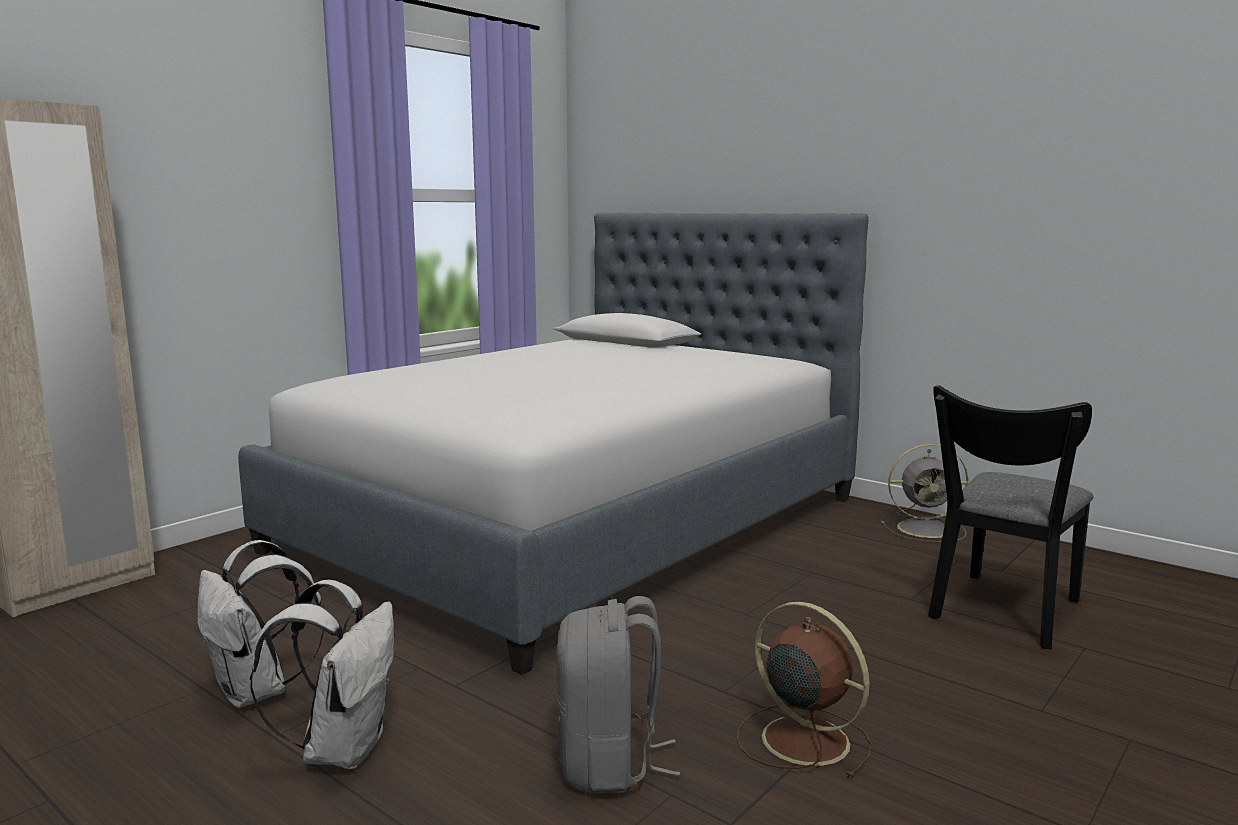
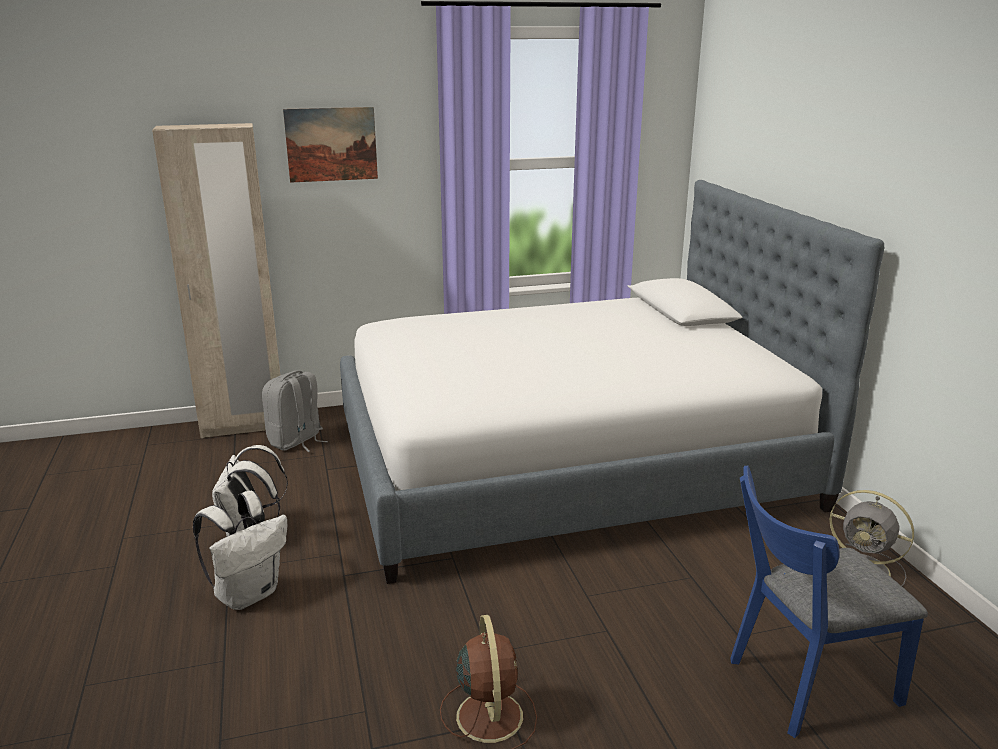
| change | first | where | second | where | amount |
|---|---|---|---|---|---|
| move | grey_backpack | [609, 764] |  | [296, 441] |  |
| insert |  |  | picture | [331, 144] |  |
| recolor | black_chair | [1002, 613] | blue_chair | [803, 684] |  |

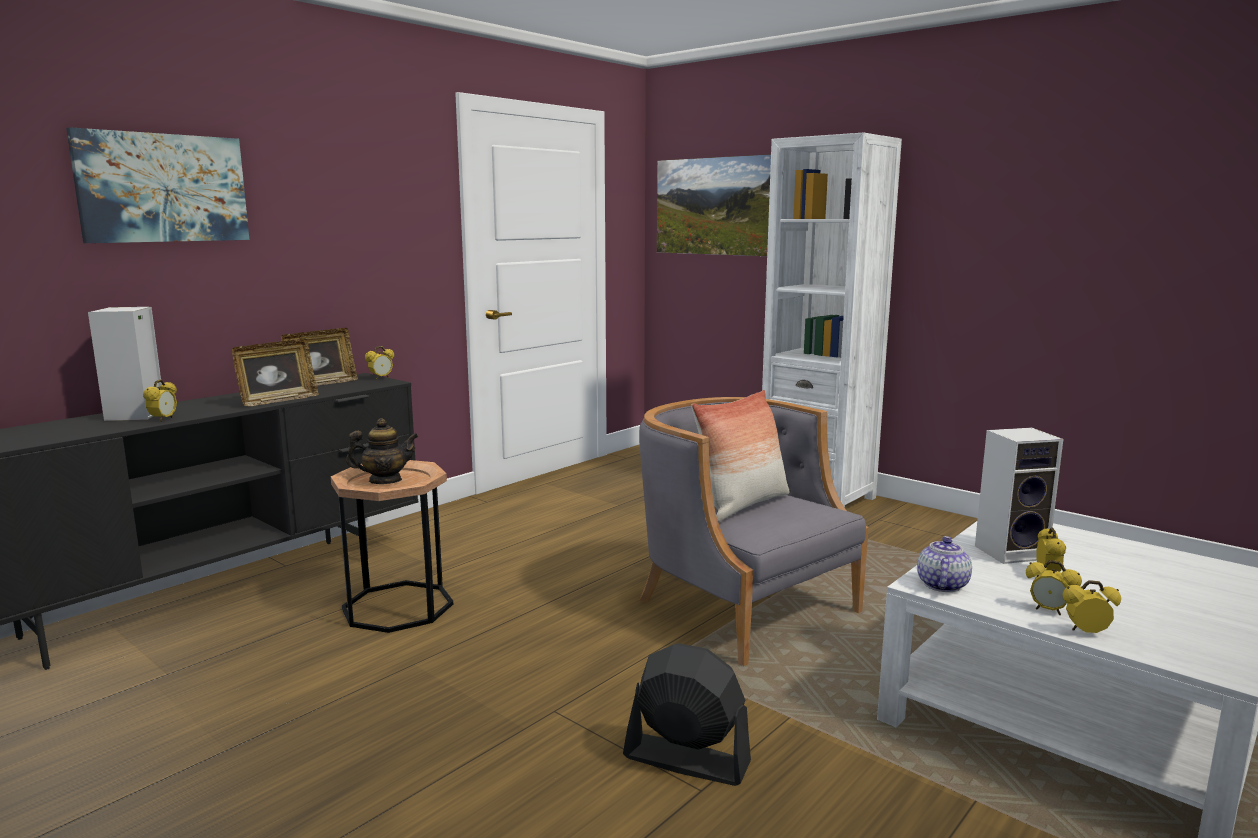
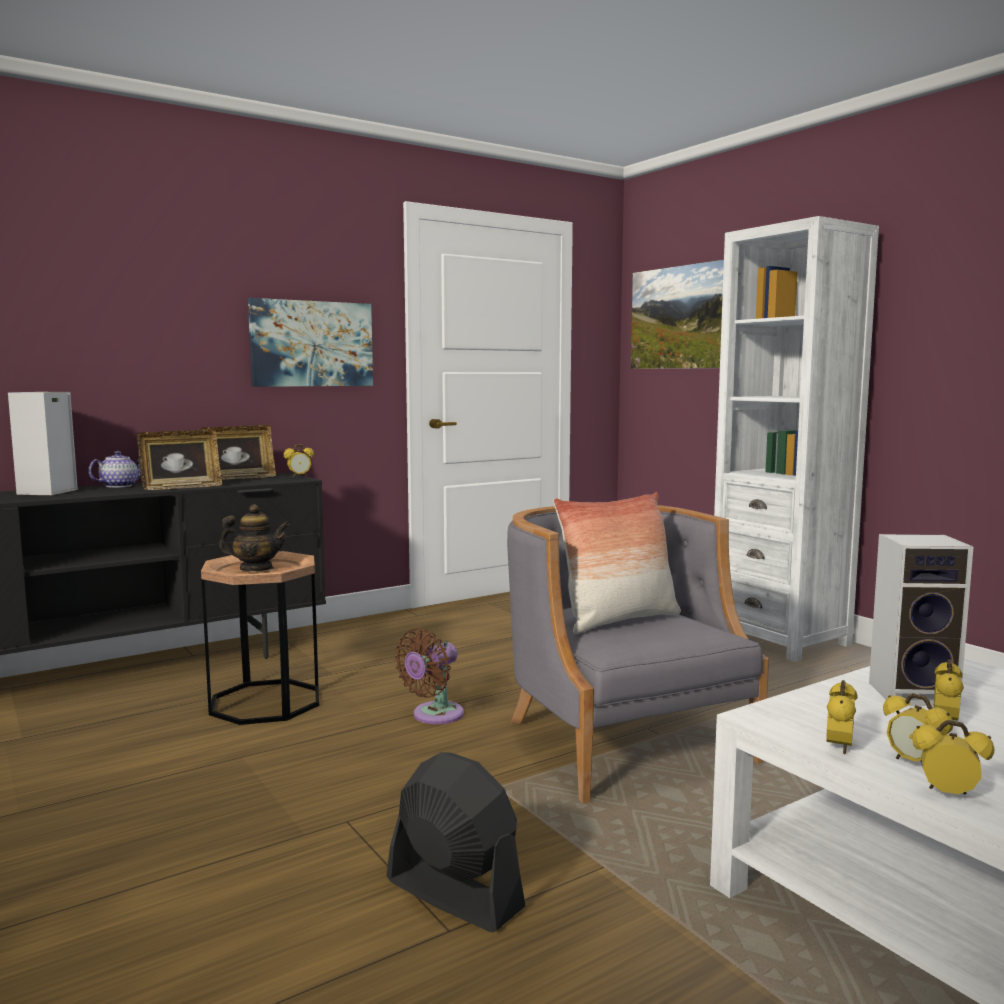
| change | first | where | second | where | amount |
|---|---|---|---|---|---|
| move | teapot | [941, 585] |  | [119, 486] |  |
| move | picture | [163, 188] |  | [311, 344] |  |
| insert |  |  | brown_fan | [434, 716] |  |
| move | alarm_clock | [163, 419] |  | [839, 747] |  |

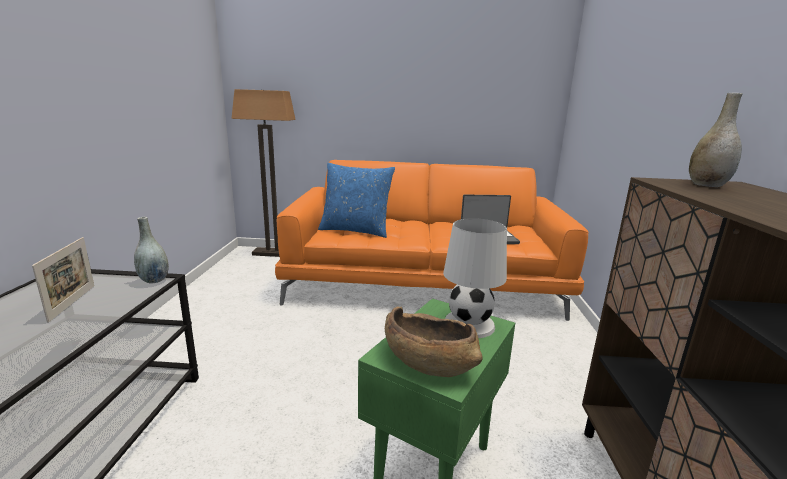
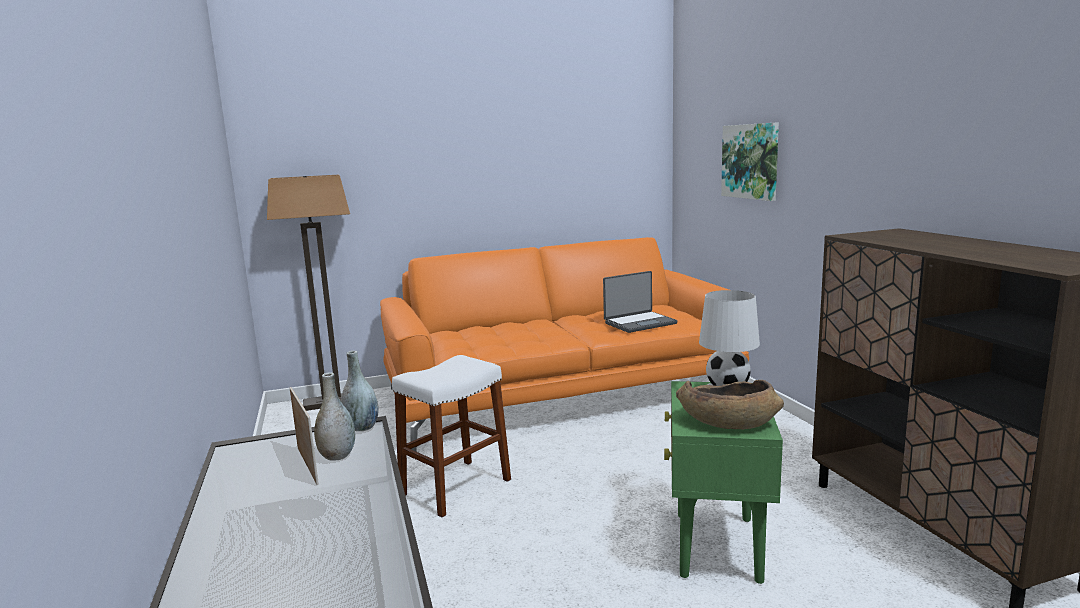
| change | first | where | second | where | amount |
|---|---|---|---|---|---|
| move | grey_vase | [707, 185] |  | [337, 456] |  |
| insert |  |  | white_stool | [456, 487] |  |
| insert |  |  | picture | [751, 161] |  |
| delete | blue_pillow | [355, 230] |  |  |  |

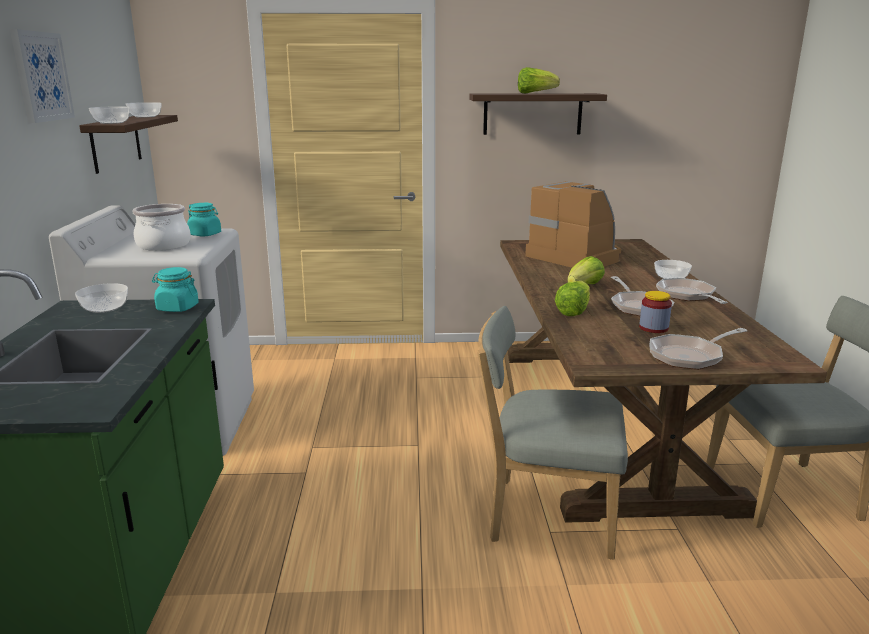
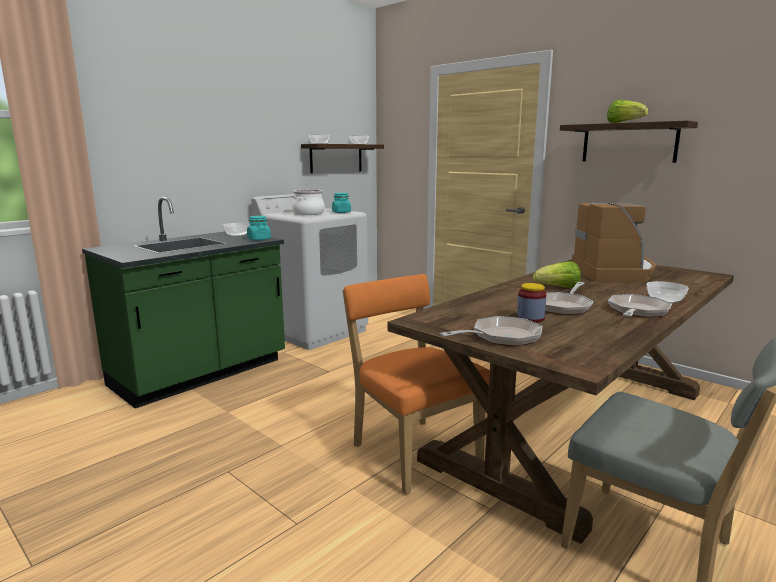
| change | first | where | second | where | amount |
|---|---|---|---|---|---|
| recolor | grey_chair | [545, 515] | orange_chair | [412, 451] |  |
| rotate | frying_pan | [689, 356] |  | [501, 337] | 135 degrees clockwise |
| delete | picture | [41, 76] |  |  |  |
| delete | lettuce | [573, 311] |  |  |  |

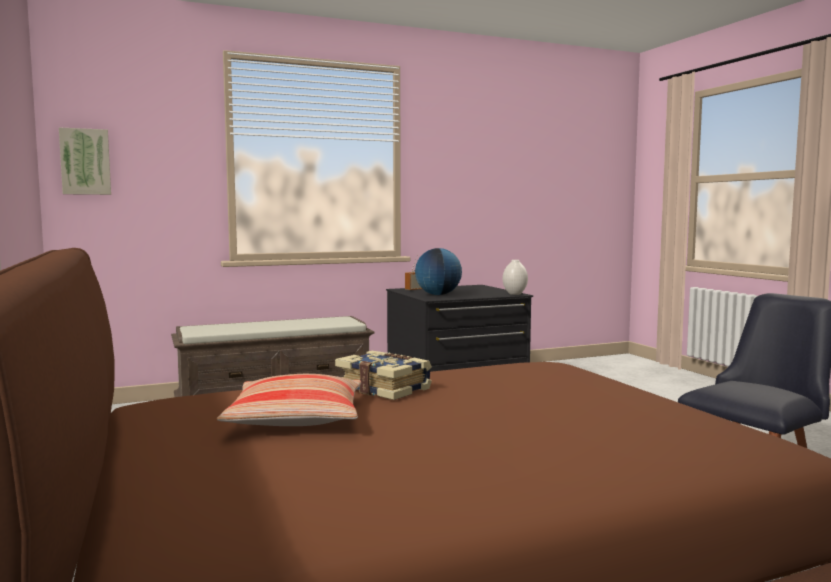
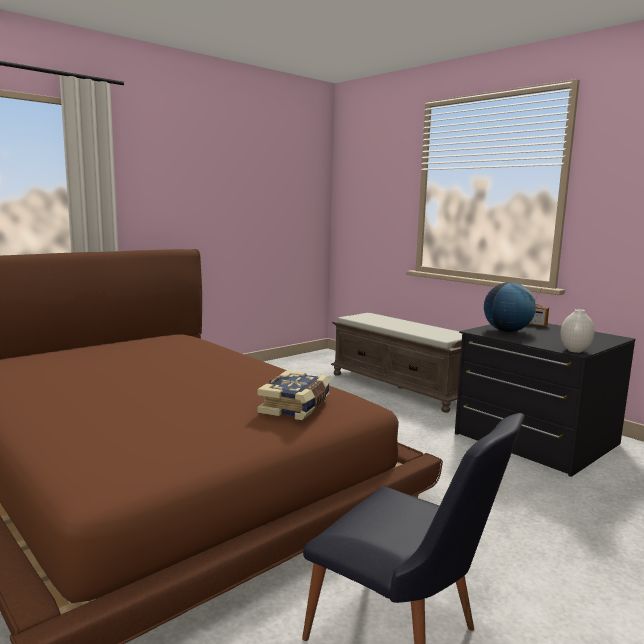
| change | first | where | second | where | amount |
|---|---|---|---|---|---|
| move | book | [384, 388] |  | [296, 407] |  |
| delete | picture | [85, 162] |  |  |  |
| delete | pillow | [296, 418] |  |  |  |

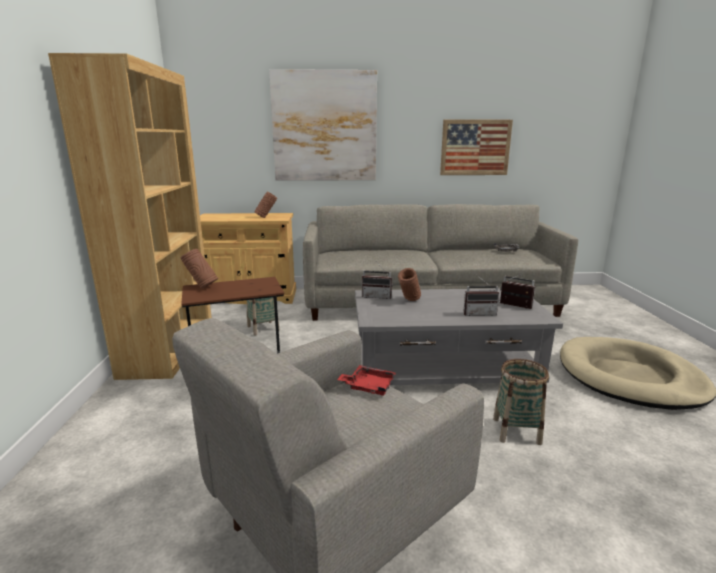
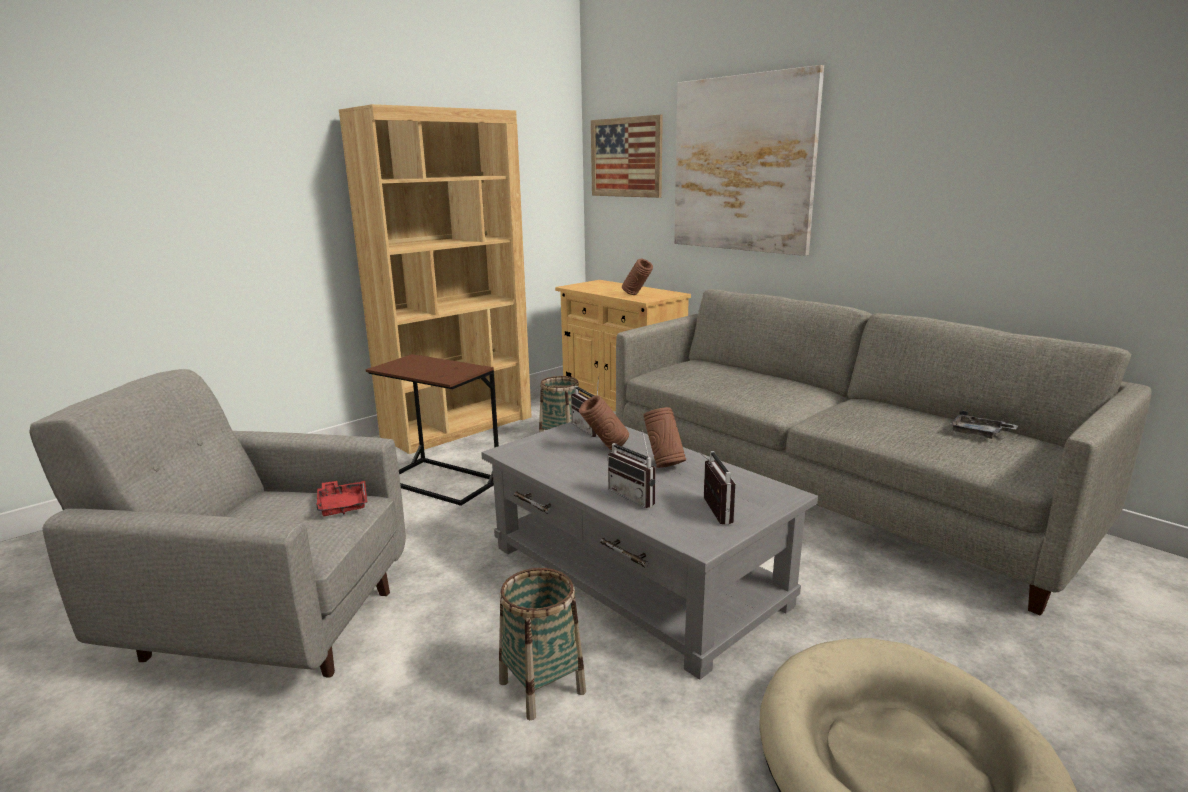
| change | first | where | second | where | amount |
|---|---|---|---|---|---|
| move | picture | [475, 147] |  | [626, 157] |  |
| move | brown_vase | [201, 287] |  | [663, 465] |  |

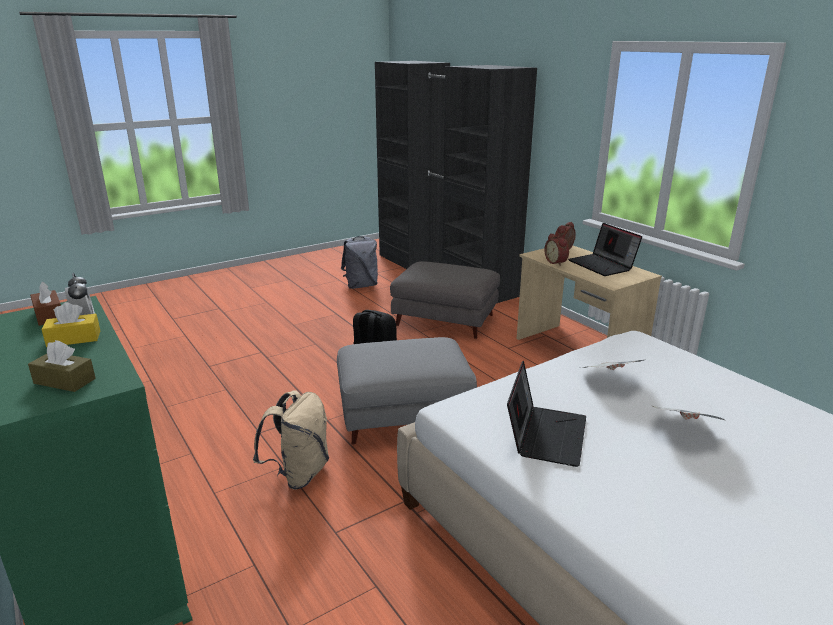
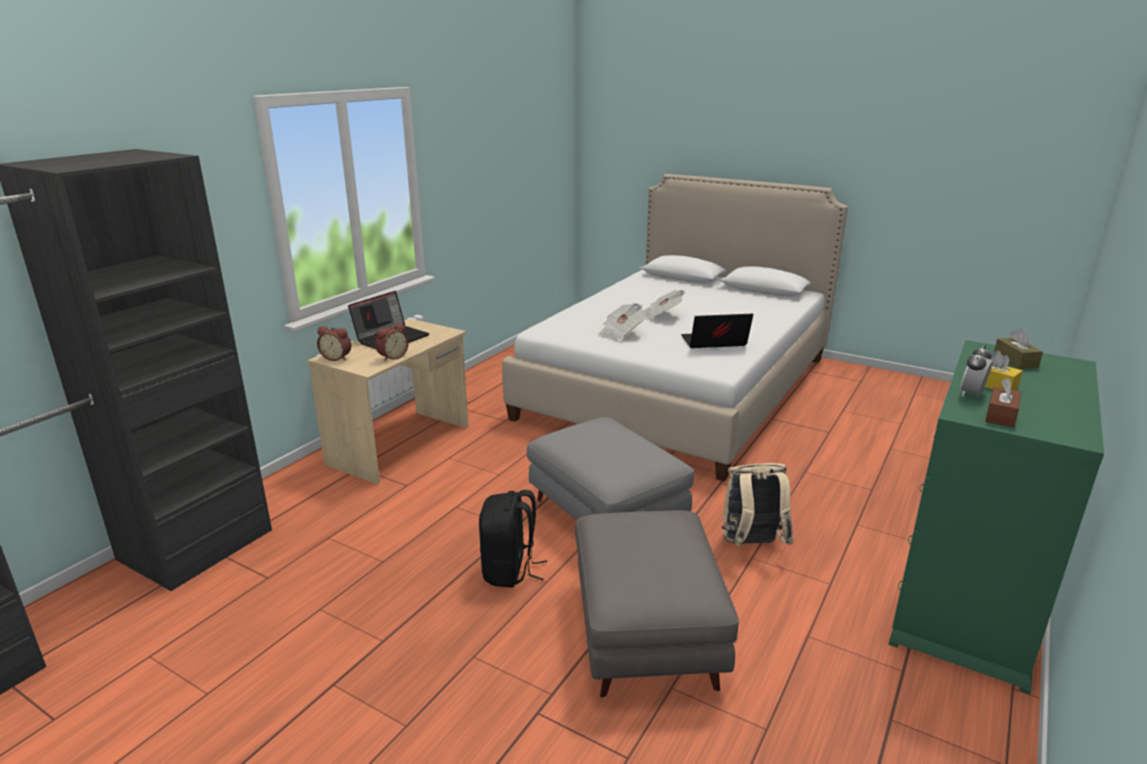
| change | first | where | second | where | amount |
|---|---|---|---|---|---|
| move | grey_ottoman | [444, 321] |  | [647, 633] |  |
| delete | grey_backpack | [361, 285] |  |  |  |

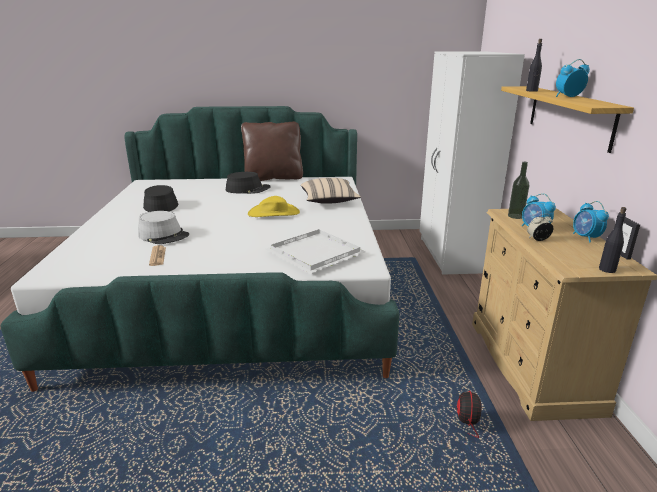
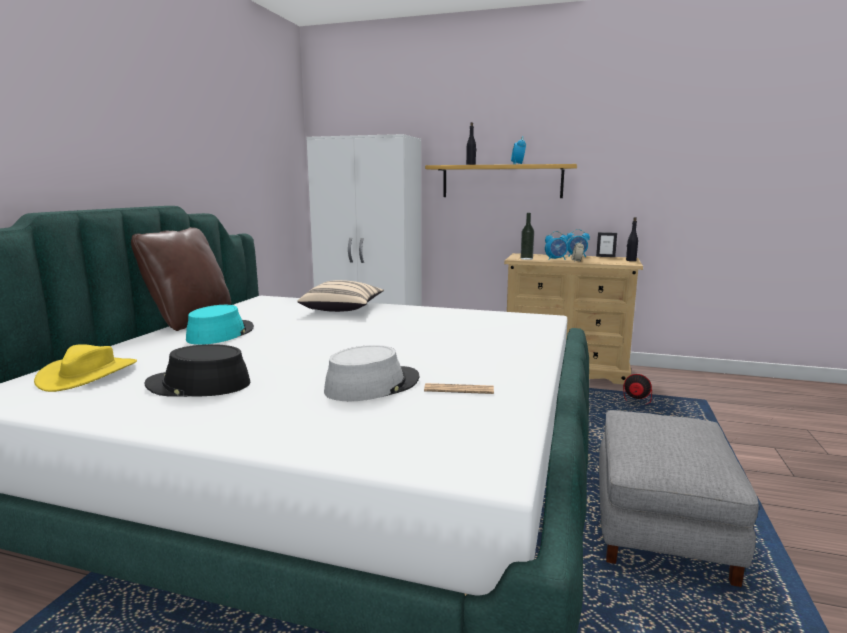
| change | first | where | second | where | amount |
|---|---|---|---|---|---|
| move | yellow_hat | [274, 213] |  | [88, 374] |  |
| recolor | black_hat | [248, 189] | turquoise_hat | [220, 334] |  |
| insert |  |  | grey_ottoman | [659, 525] |  |
| delete | white_tray | [317, 253] |  |  |  |

